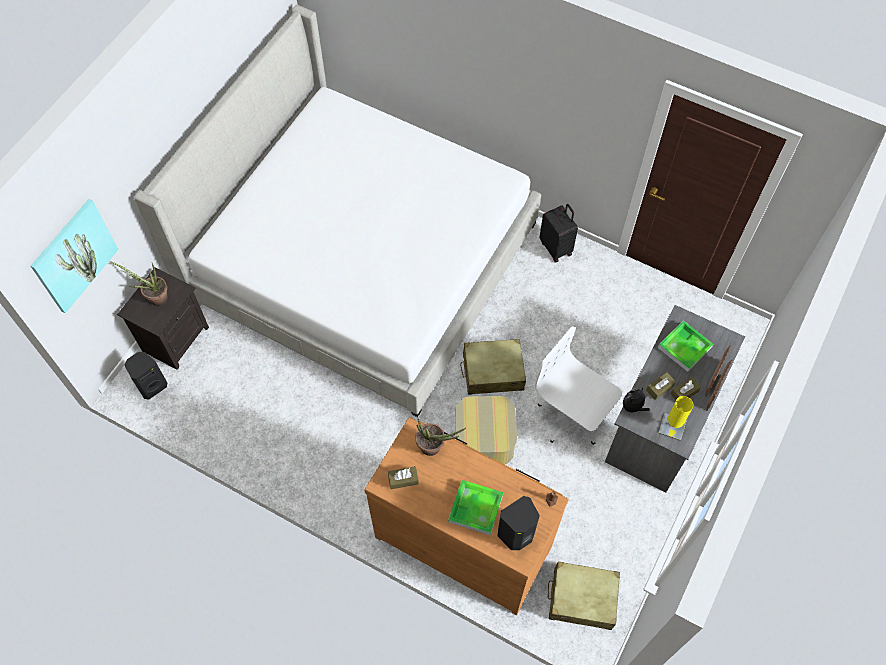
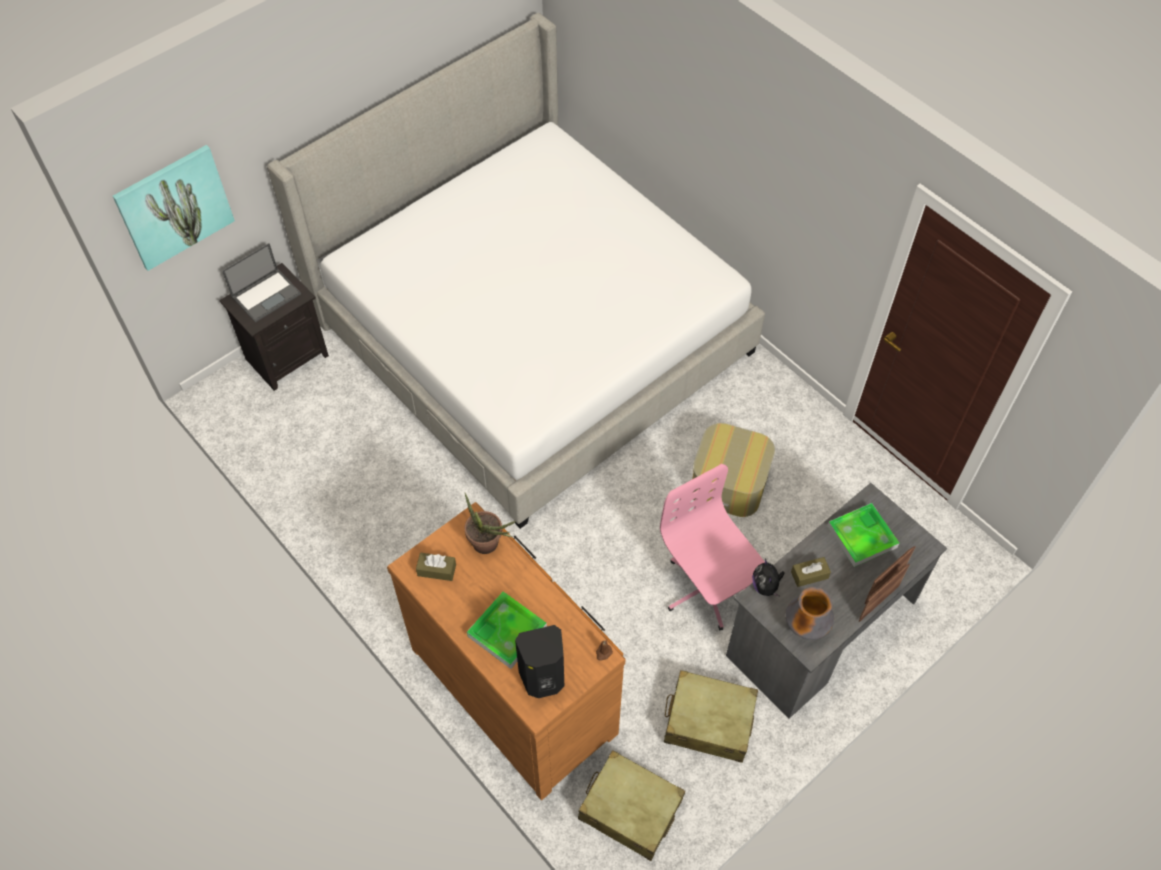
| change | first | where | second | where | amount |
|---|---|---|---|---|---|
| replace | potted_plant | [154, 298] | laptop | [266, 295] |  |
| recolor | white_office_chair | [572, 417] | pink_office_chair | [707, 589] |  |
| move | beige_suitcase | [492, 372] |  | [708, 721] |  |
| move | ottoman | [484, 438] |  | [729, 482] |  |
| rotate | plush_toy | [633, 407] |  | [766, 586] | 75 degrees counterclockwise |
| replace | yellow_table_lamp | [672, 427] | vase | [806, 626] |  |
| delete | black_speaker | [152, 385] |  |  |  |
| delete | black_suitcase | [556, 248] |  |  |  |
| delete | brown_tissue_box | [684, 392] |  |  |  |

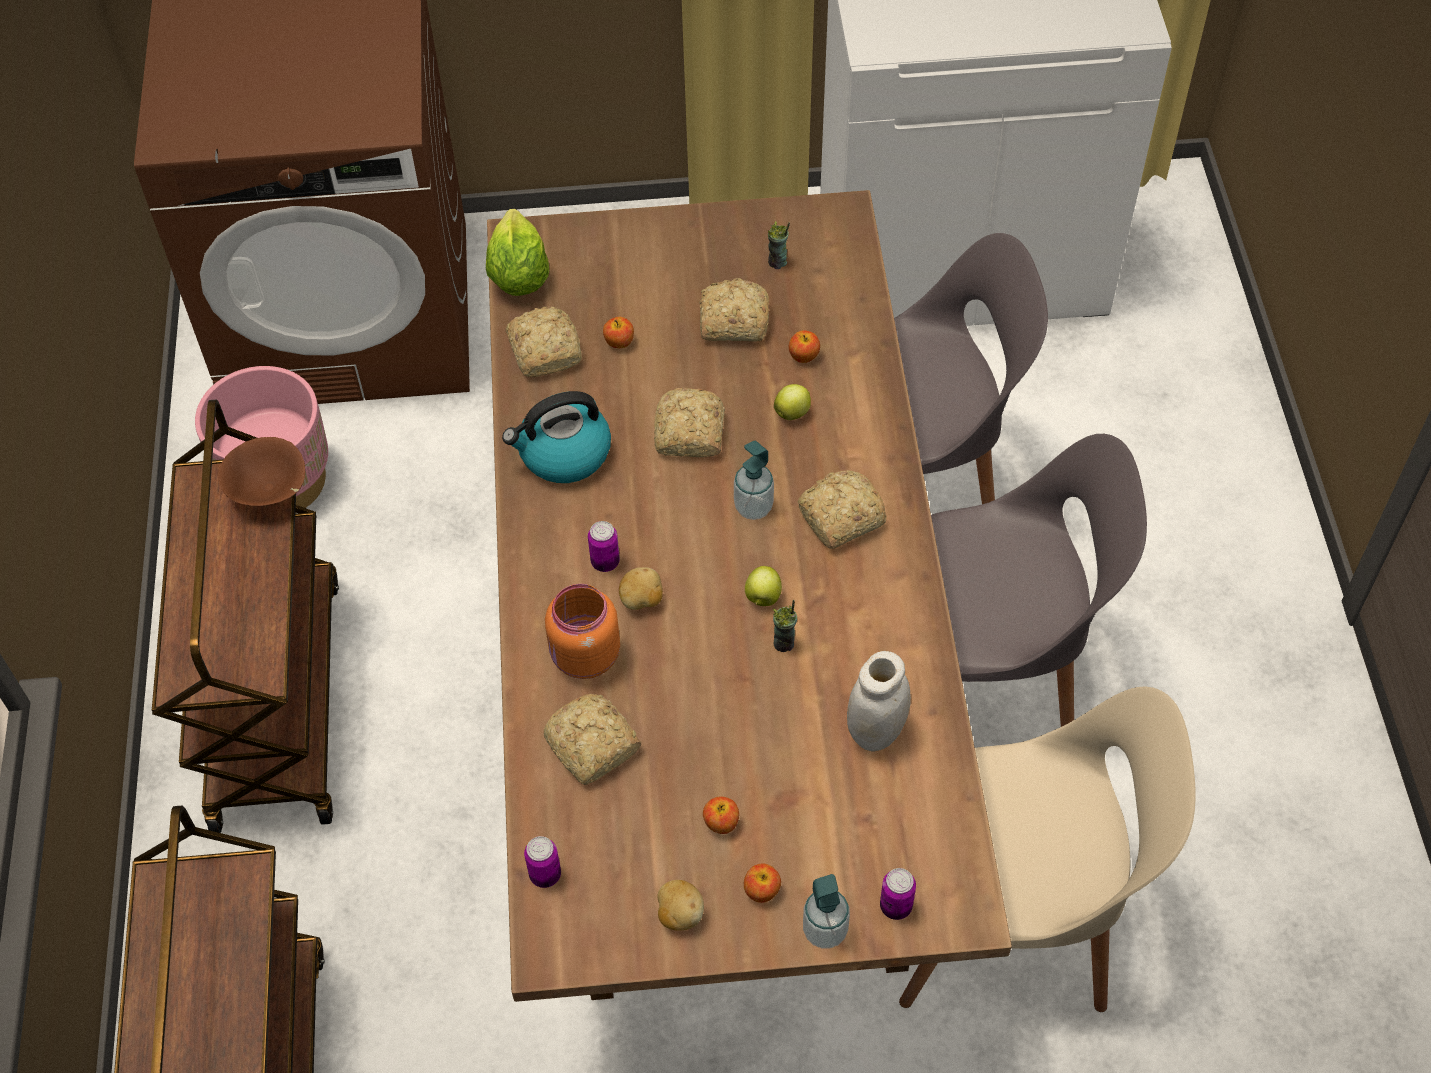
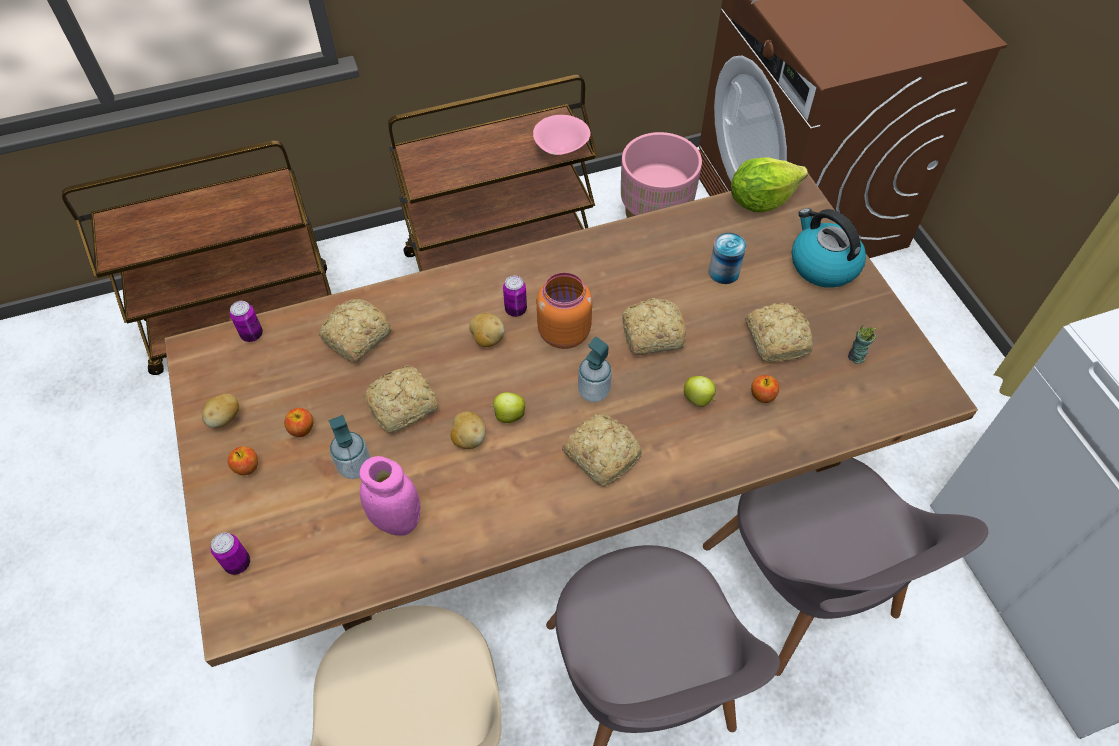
| change | first | where | second | where | amount |
|---|---|---|---|---|---|
| move | soap_dispenser | [825, 931] |  | [355, 467] |  |
| recolor | white_jar | [876, 731] | pink_jar | [397, 520] |  |
| move | bread | [545, 349] |  | [404, 405] |  |
| replace | cup | [784, 643] | potato | [468, 438] |  |
| recolor | brown_bowl | [270, 491] | pink_bowl | [560, 151] |  |
| move | orange_jar | [584, 657] |  | [562, 332] |  |
| replace | apple | [619, 342] | can | [724, 272] |  |
| move | kettle | [563, 454] |  | [822, 265] |  |

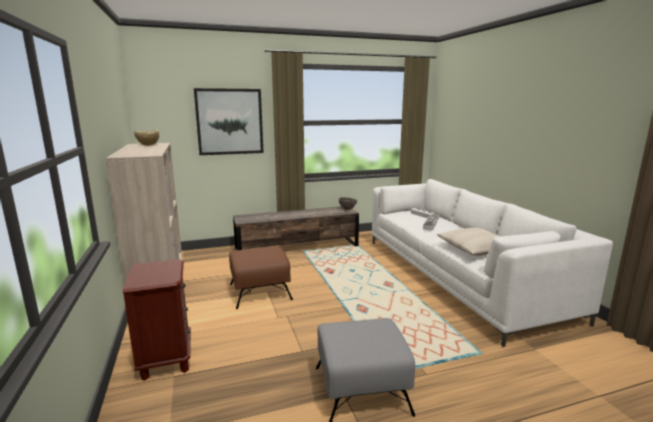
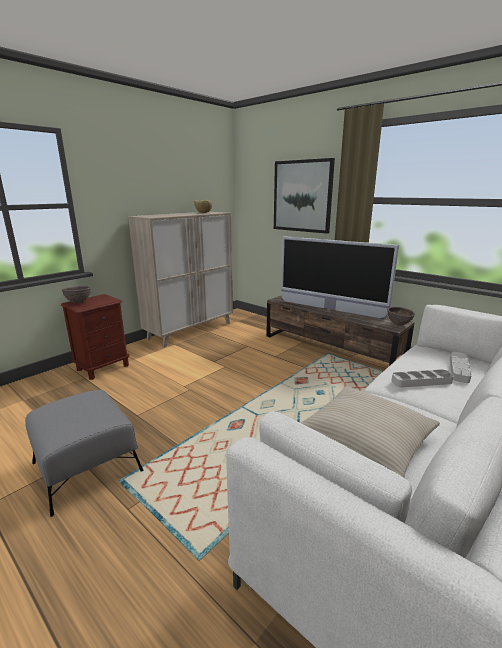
| change | first | where | second | where | amount |
|---|---|---|---|---|---|
| insert |  |  | brown_bowl | [78, 302] |  |
| insert |  |  | television | [330, 309] |  |
| delete | brown_ottoman | [260, 291] |  |  |  |

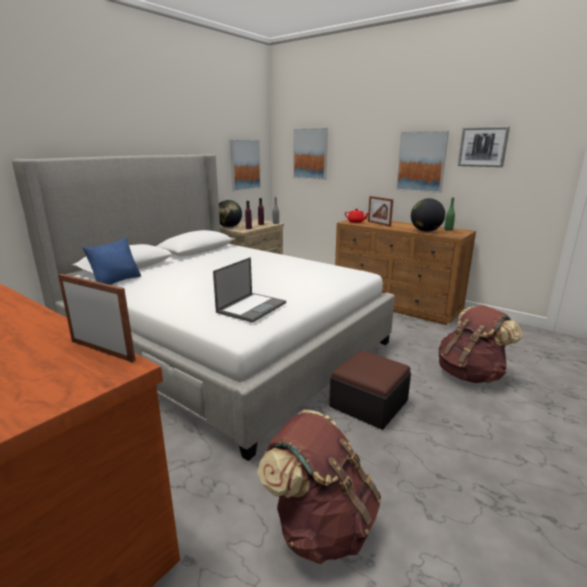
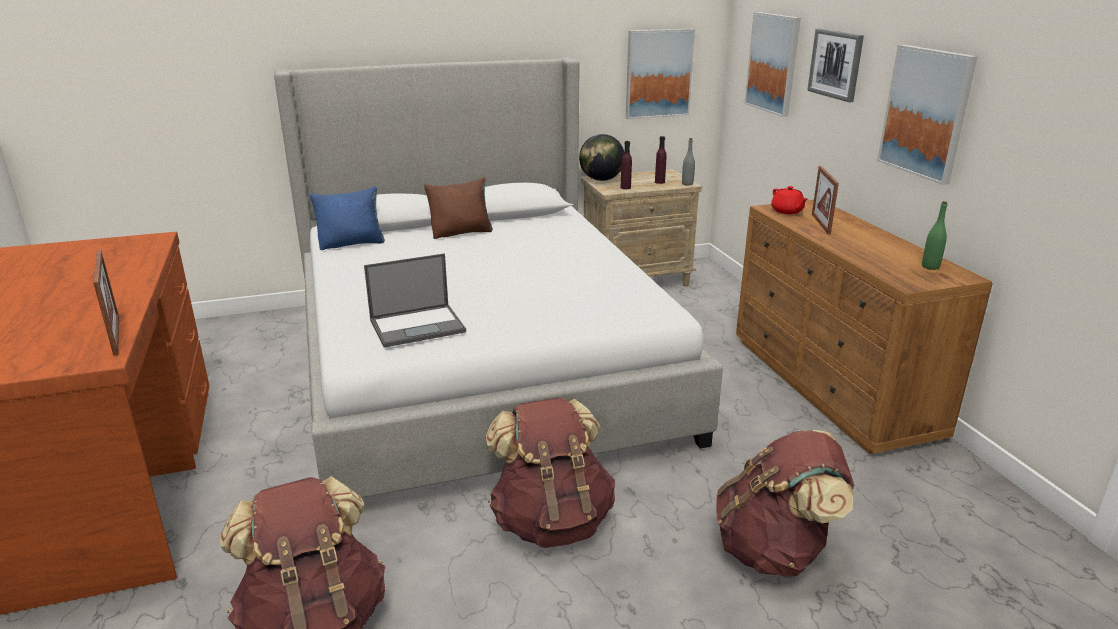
| change | first | where | second | where | amount |
|---|---|---|---|---|---|
| insert |  |  | brown_pillow | [461, 233] |  |
| replace | ottoman | [368, 403] | brown_backpack | [551, 521] |  |
| move | picture | [483, 147] |  | [836, 64] |  |
| delete | globe | [425, 231] |  |  |  |

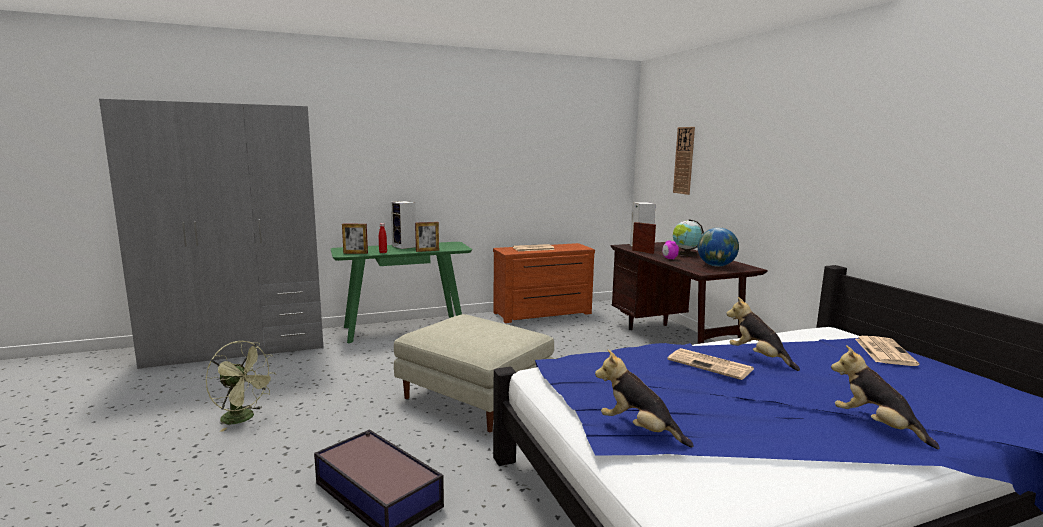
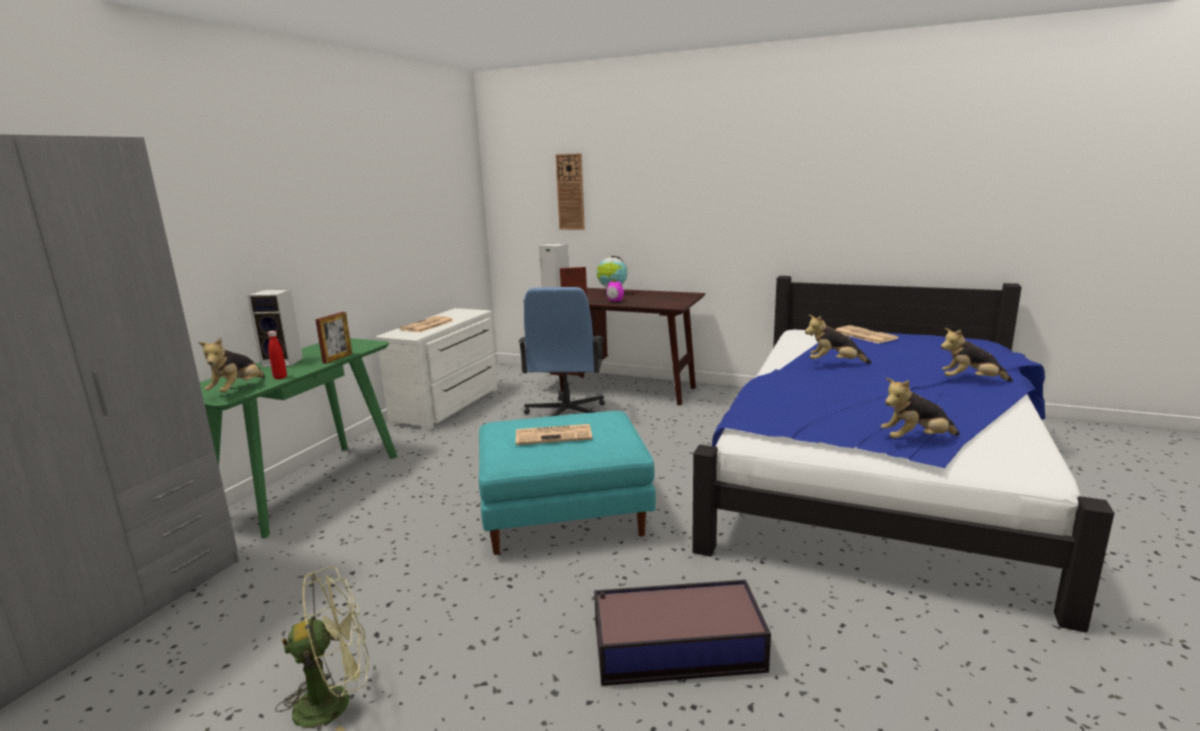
| change | first | where | second | where | amount |
|---|---|---|---|---|---|
| replace | picture_frame | [355, 253] | plush_toy | [238, 390] |  |
| recolor | brown_dresser | [543, 314] | white_dresser | [449, 406] |  |
| recolor | beige_ottoman | [476, 398] | turquoise_ottoman | [566, 514] |  |
| move | newspaper | [711, 365] |  | [554, 435] |  |
| insert |  |  | blue_office_chair | [566, 414] |  |
| delete | globe | [716, 266] |  |  |  |

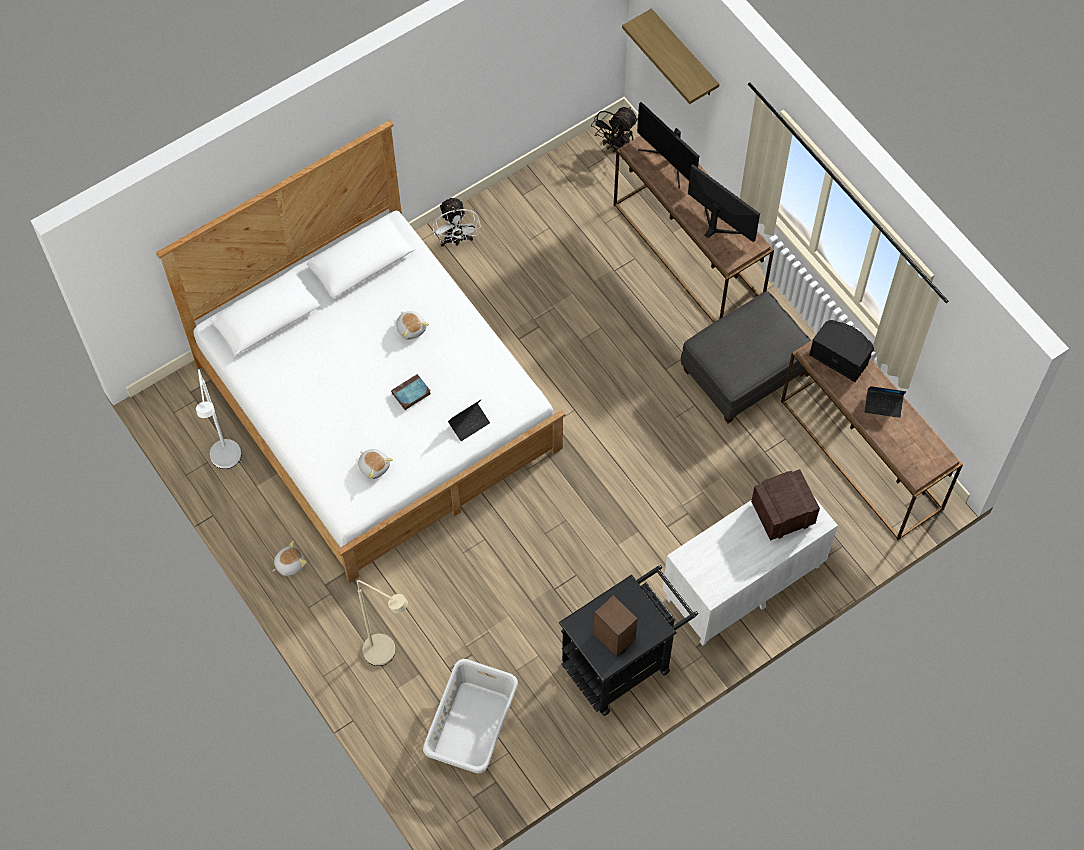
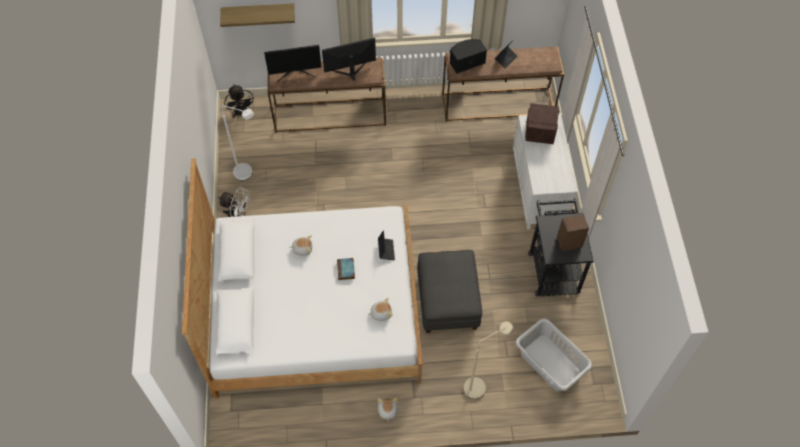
| change | first | where | second | where | amount |
|---|---|---|---|---|---|
| move | white_floor_lamp | [227, 463] |  | [248, 174] |  |
| move | grey_ottoman | [745, 372] |  | [447, 300] |  |

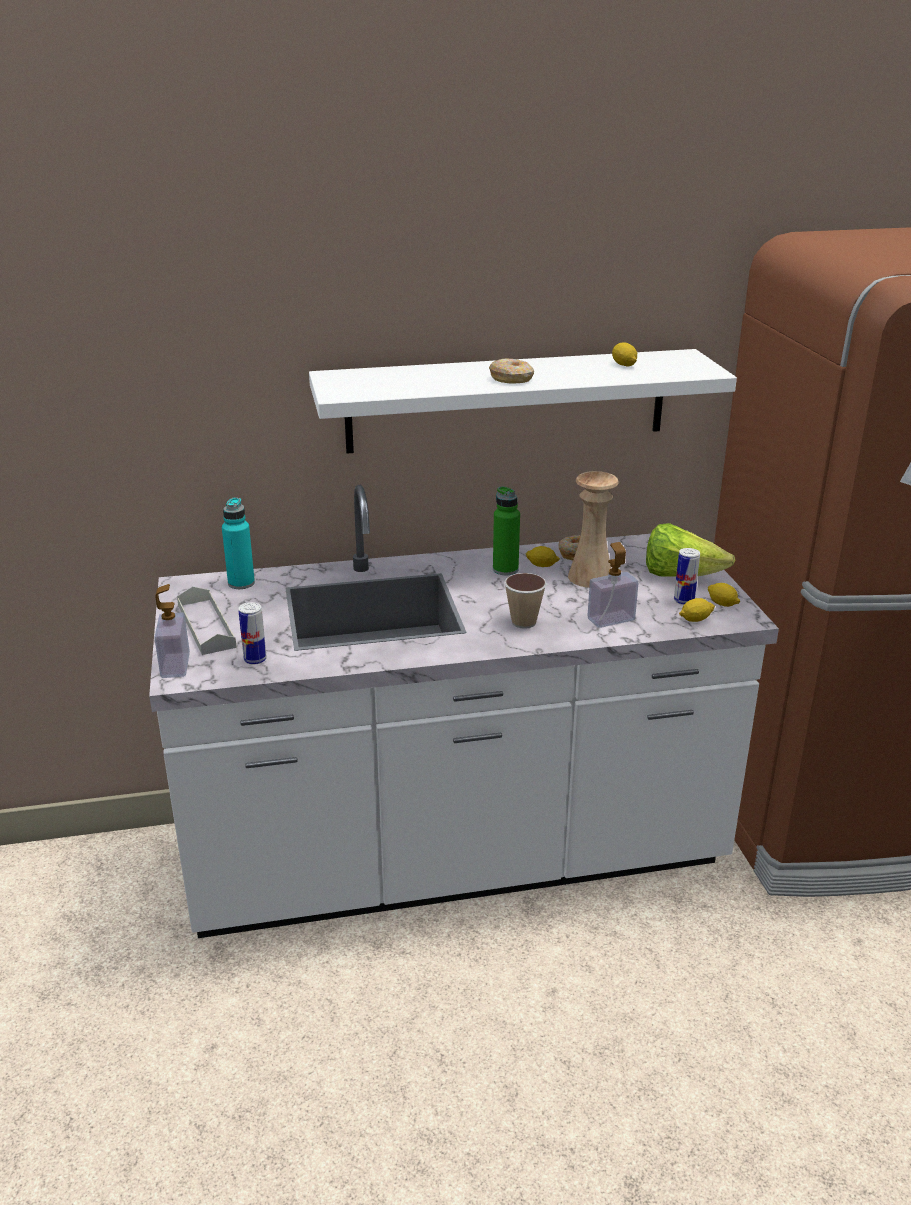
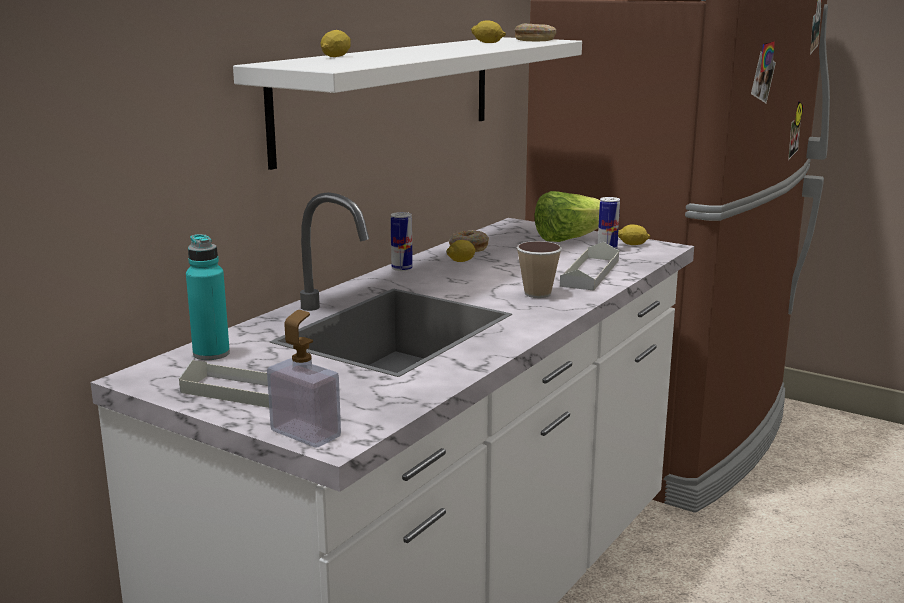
| change | first | where | second | where | amount |
|---|---|---|---|---|---|
| move | lemon | [695, 619] |  | [336, 56] |  |
| move | can | [255, 659] |  | [402, 268] |  |
| move | donut | [512, 379] |  | [535, 40] |  |
| replace | soap_dispenser | [611, 619] | grey_tray | [590, 273] |  |
| delete | green_bottle | [505, 569] |  |  |  |
| delete | beige_vase | [590, 577] |  |  |  |

